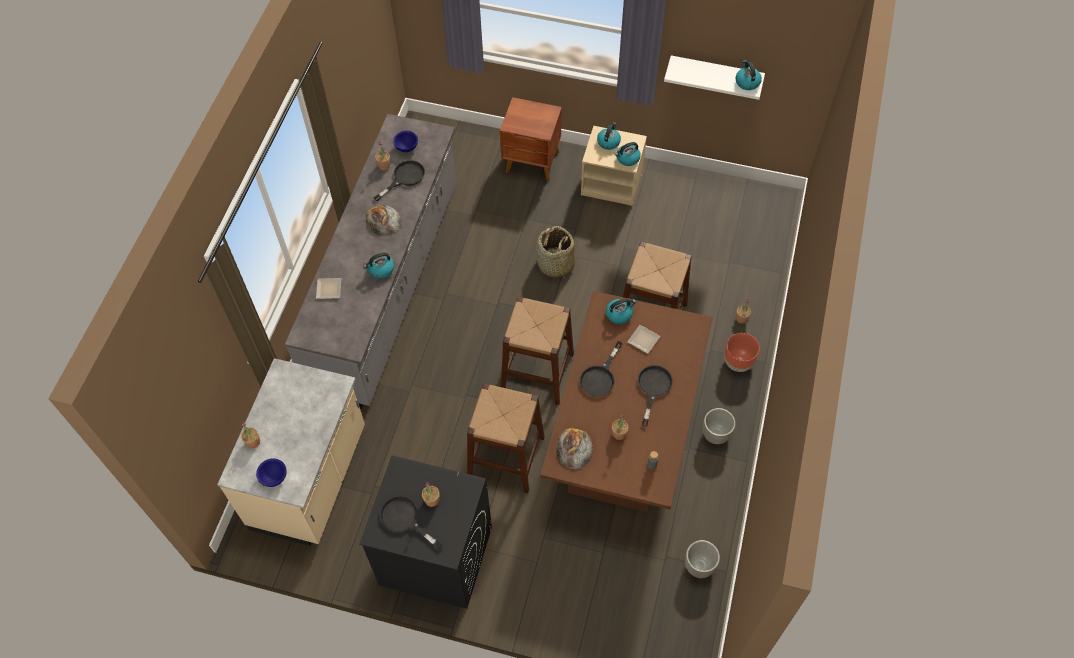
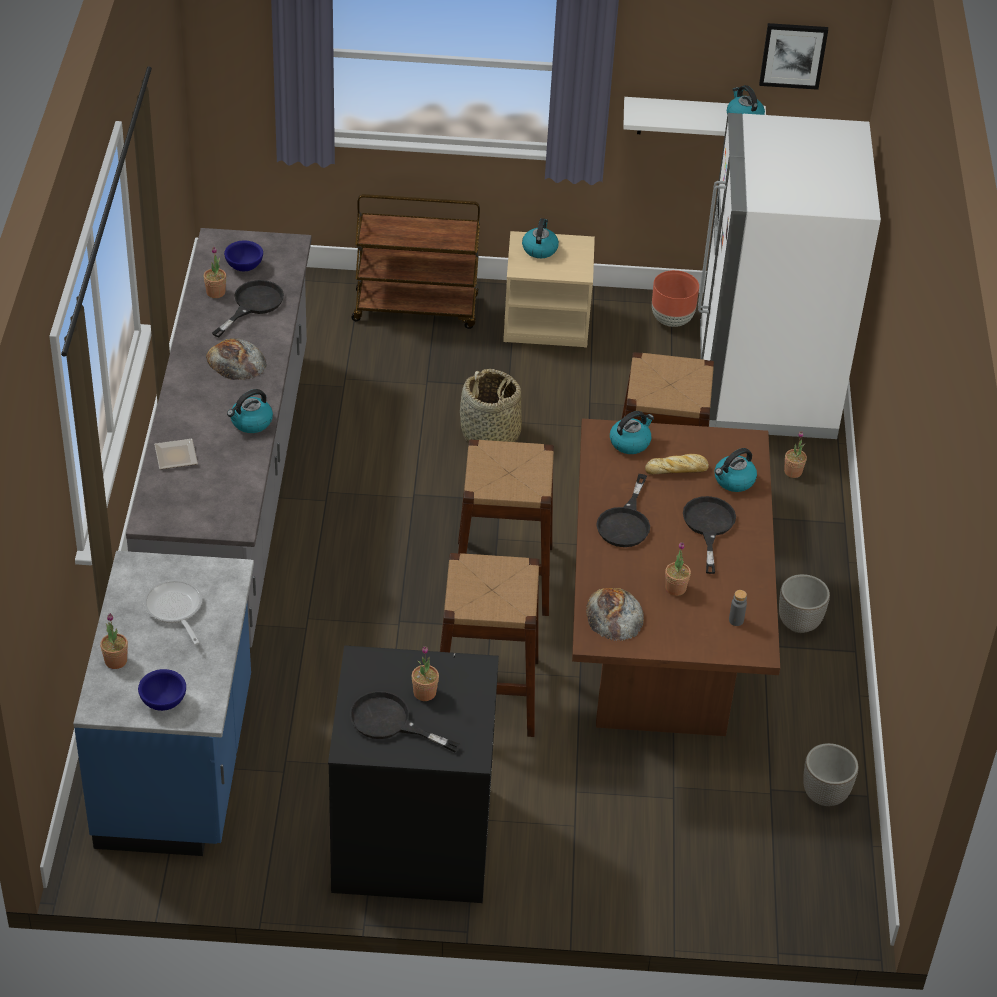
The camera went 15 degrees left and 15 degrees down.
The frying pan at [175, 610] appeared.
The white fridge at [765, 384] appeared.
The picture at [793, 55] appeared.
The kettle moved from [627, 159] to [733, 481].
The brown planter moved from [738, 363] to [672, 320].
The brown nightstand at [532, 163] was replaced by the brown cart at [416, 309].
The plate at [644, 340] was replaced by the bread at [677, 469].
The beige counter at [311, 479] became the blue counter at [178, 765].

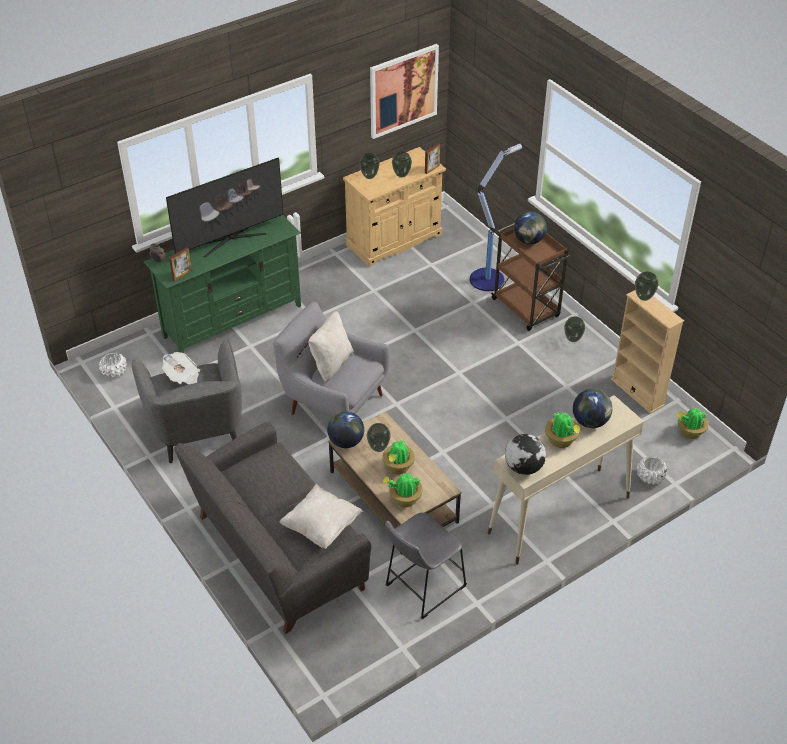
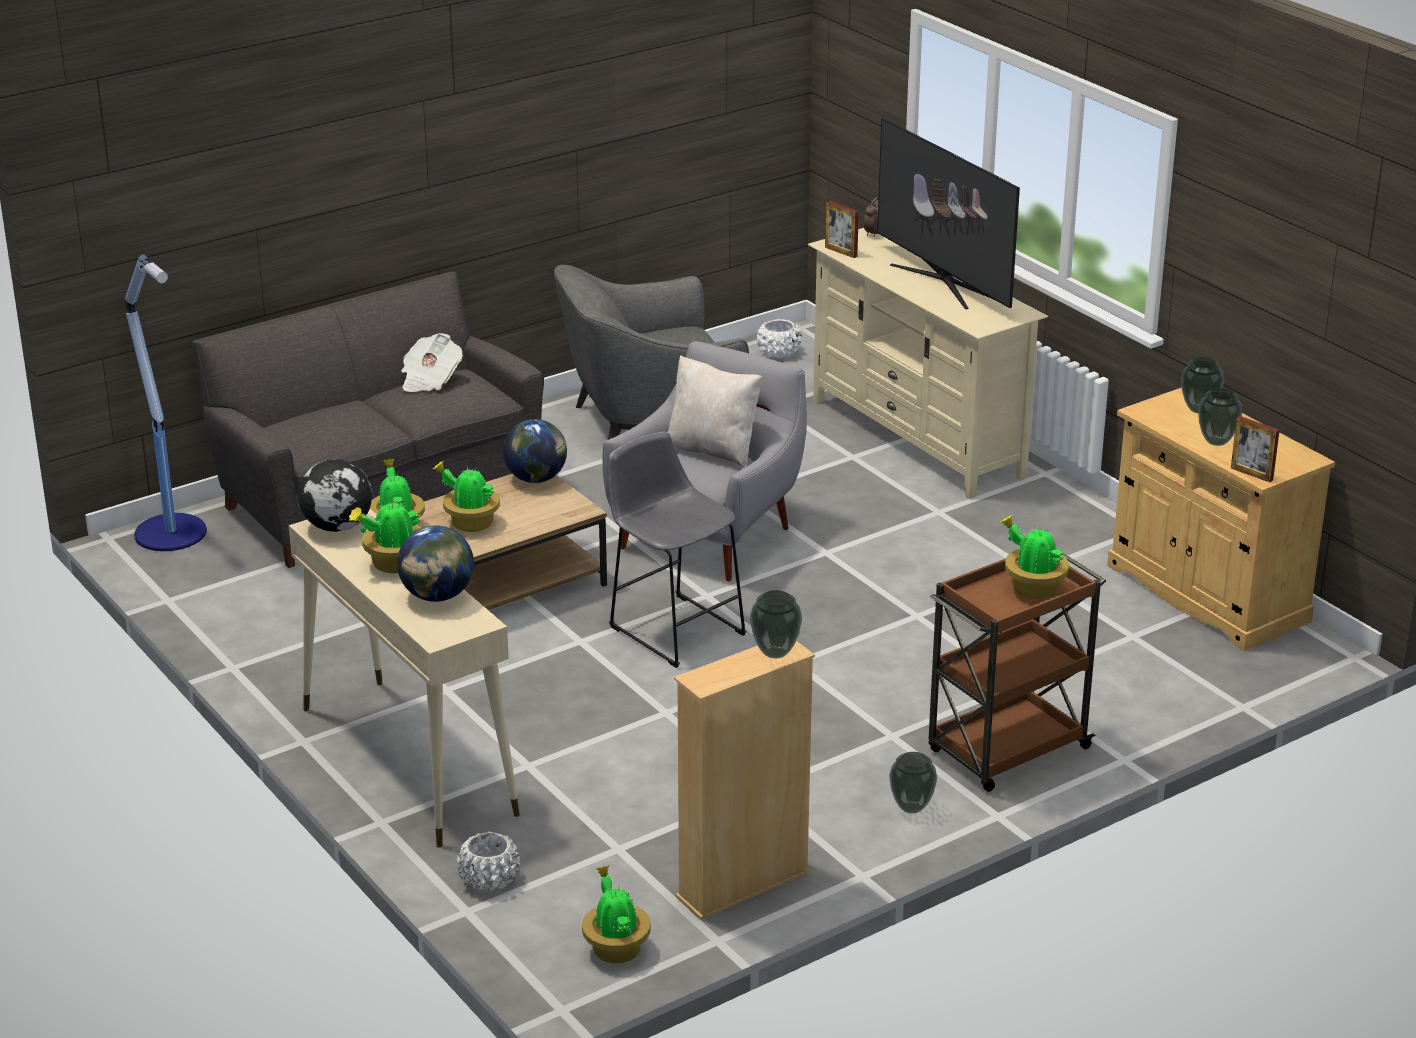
The camera went 90 degrees right and 15 degrees down.
The beige pillow at [321, 527] disappeared.
The vase at [378, 448] disappeared.
The picture at [403, 90] disappeared.
The newspaper moved from [182, 376] to [429, 380].
The grey stool moved from [422, 588] to [673, 627].
The floor lamp moved from [488, 279] to [172, 534].
The globe at [529, 240] was replaced by the potted plant at [1032, 588].
The green tv stand at [232, 320] became the beige tv stand at [918, 438].

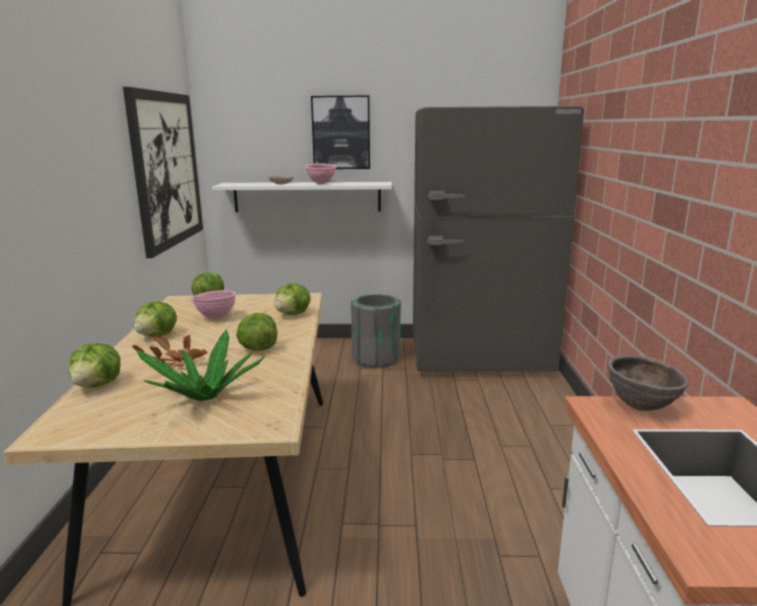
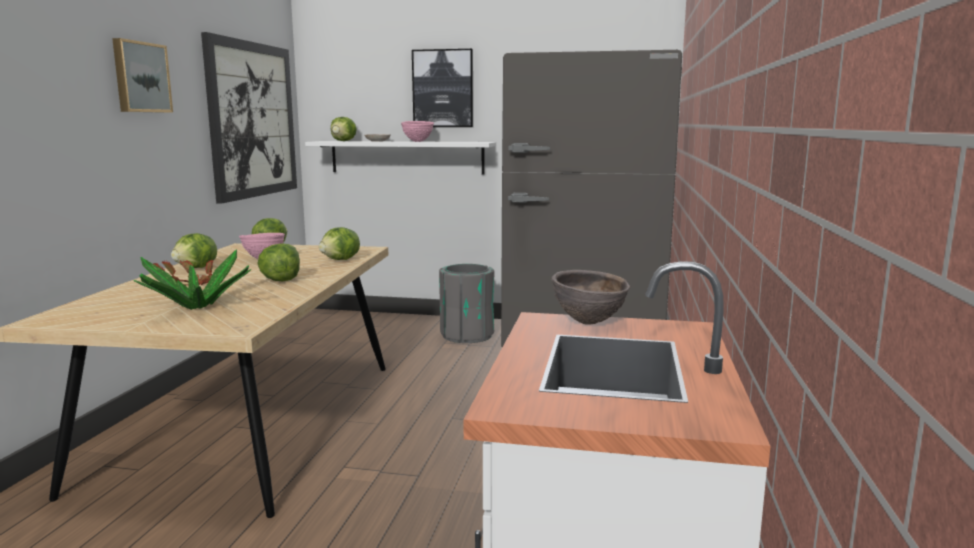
The camera went 10 degrees right and 5 degrees down.
The picture at [140, 77] appeared.
The lettuce moved from [98, 385] to [344, 141].

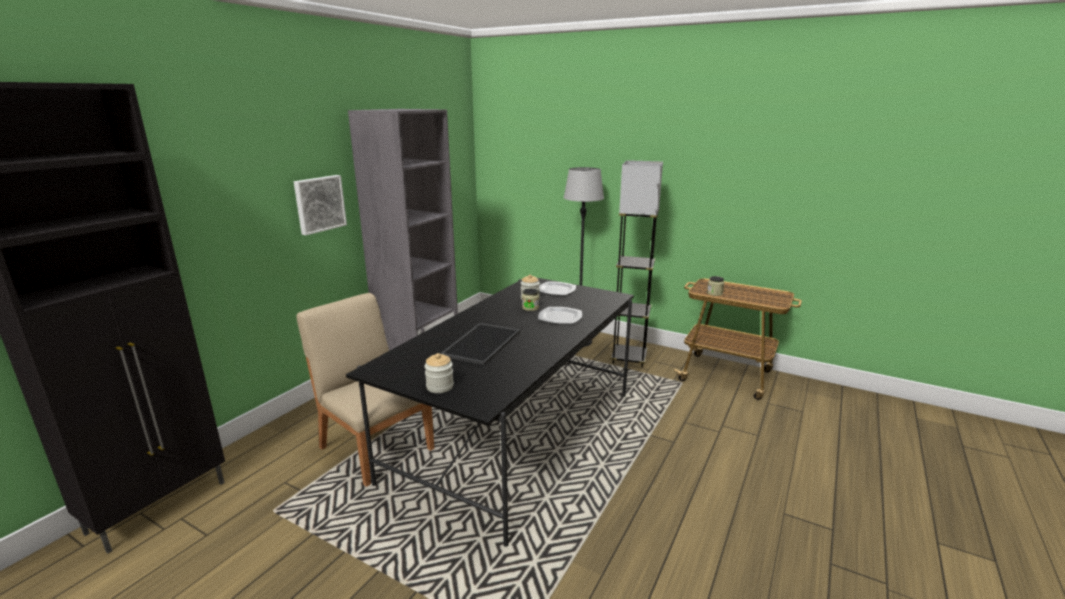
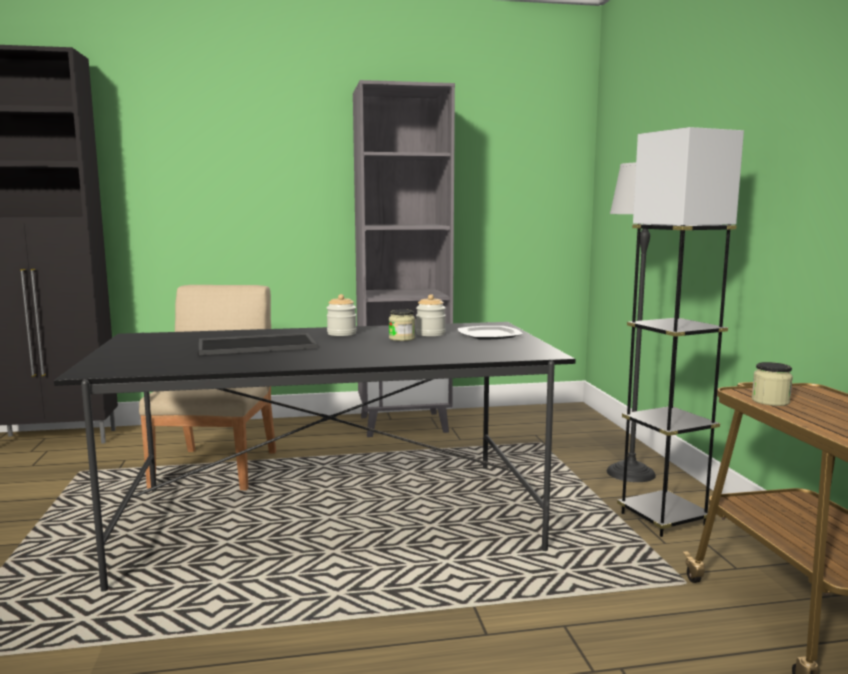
The camera went 50 degrees right and 10 degrees down.
The picture at [319, 204] disappeared.
The plate at [559, 317] disappeared.
The jar moved from [440, 387] to [341, 333].

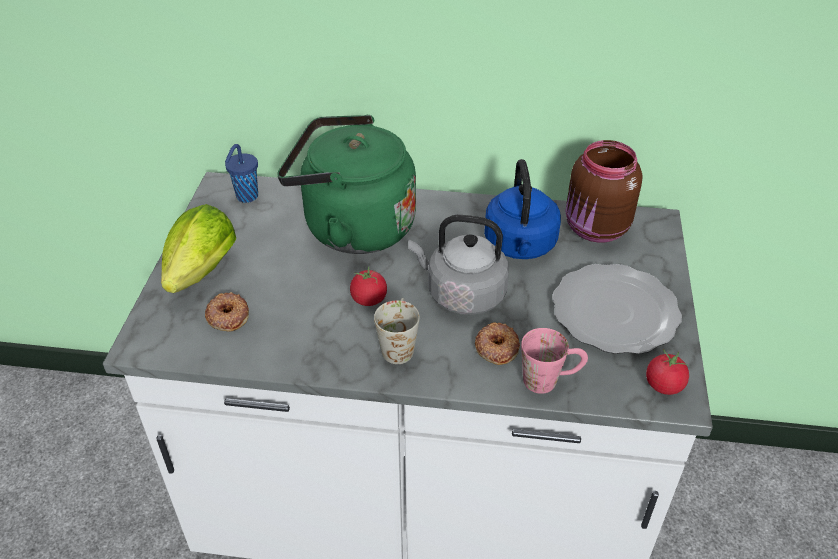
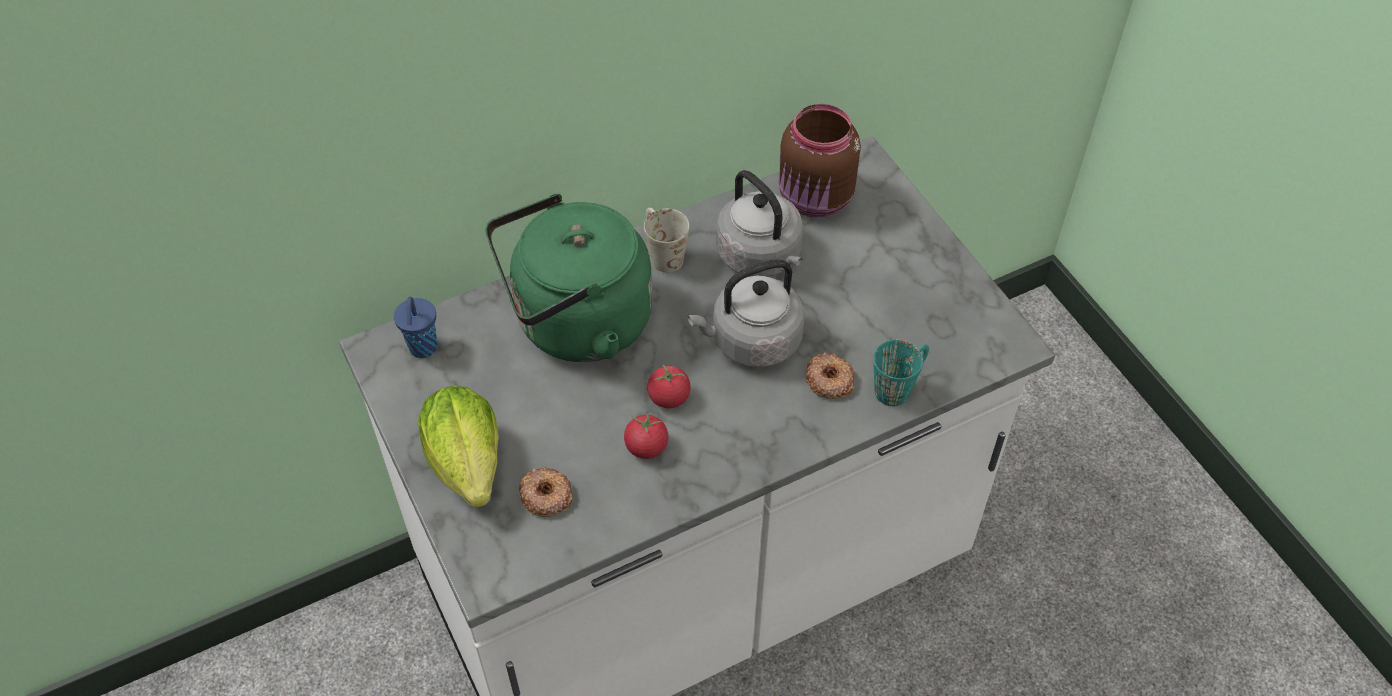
The camera went 35 degrees left and 10 degrees up.
The plate at [617, 312] disappeared.
The white mug moved from [398, 344] to [661, 253].
The tomato moved from [664, 385] to [646, 446].
The blue kettle at [520, 246] became the grey kettle at [761, 257].
The pink mug at [550, 379] became the turquoise mug at [899, 385].

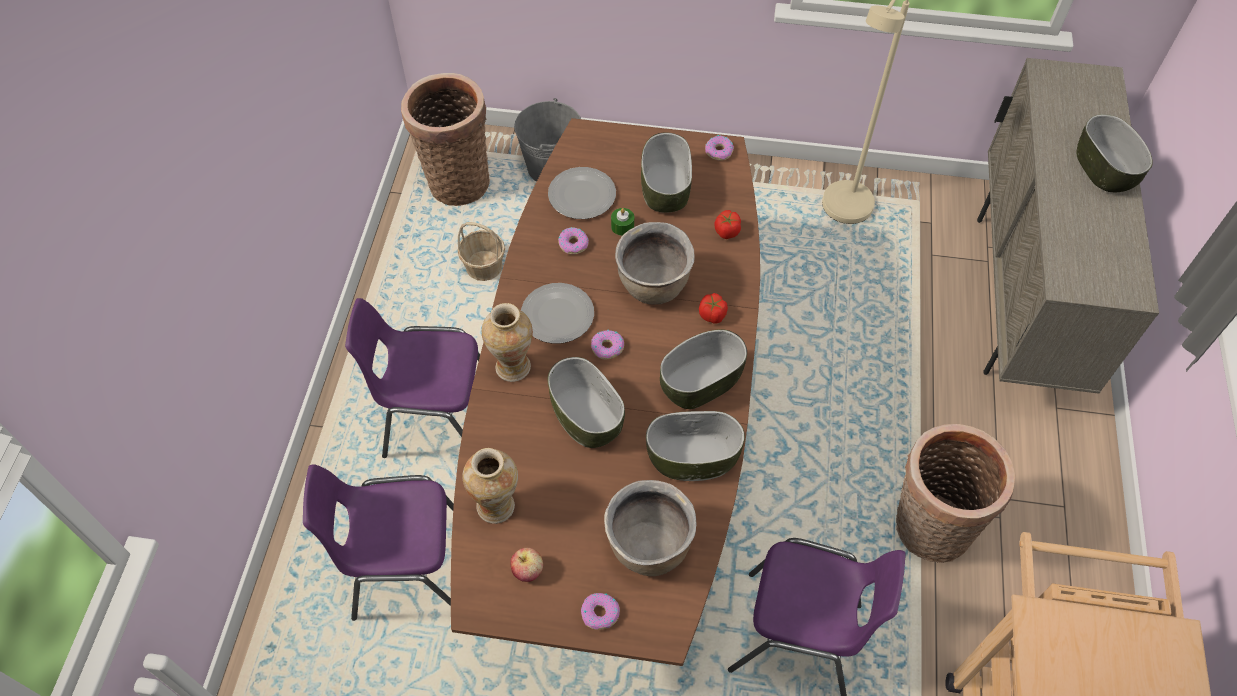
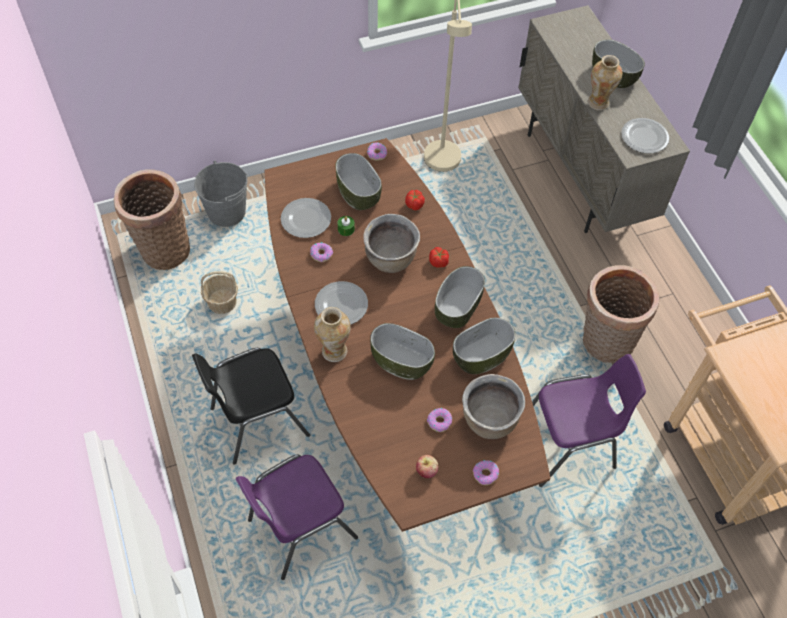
The camera went 30 degrees left and 0 degrees up.
The plate at [644, 138] appeared.
The vase moved from [497, 506] to [599, 103].
The donut moved from [607, 347] to [439, 421].
The purple chair at [438, 420] became the black chair at [256, 421].

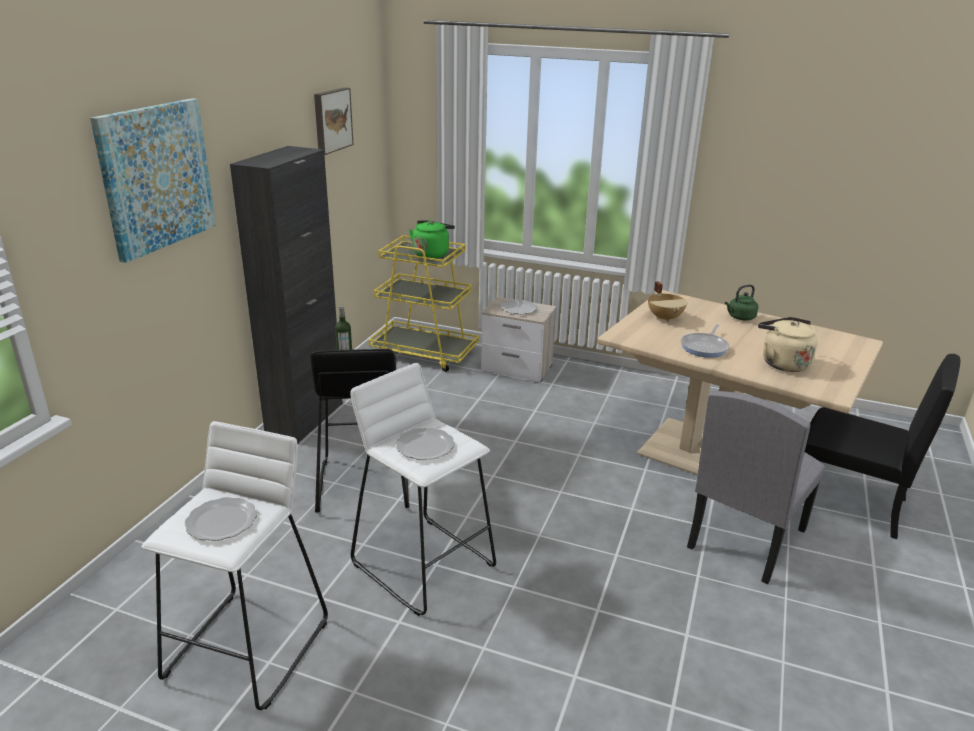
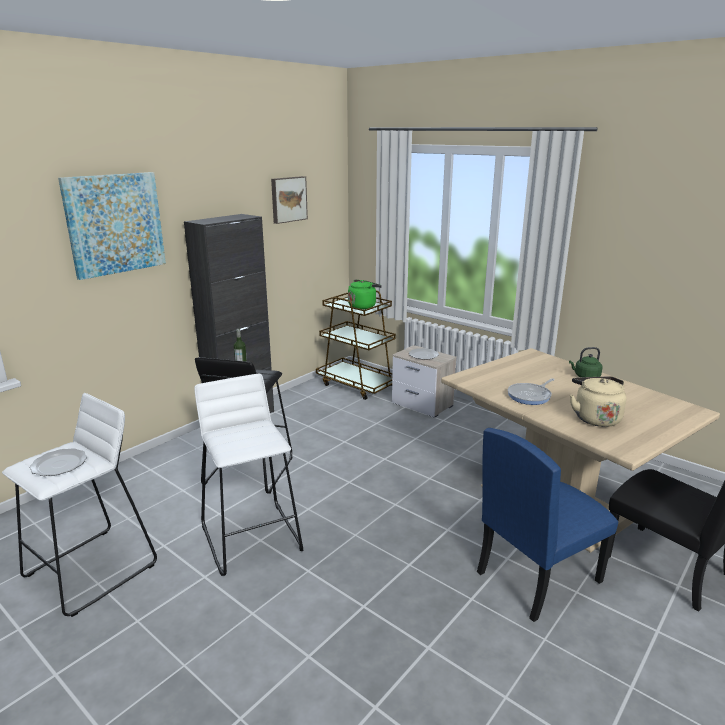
The camera went 20 degrees right and 5 degrees down.
The plate at [425, 447] disappeared.
The beige cooking pot at [665, 318] disappeared.
The yellow cart at [424, 354] became the brown cart at [357, 385].
The grey chair at [745, 538] became the blue chair at [537, 576].

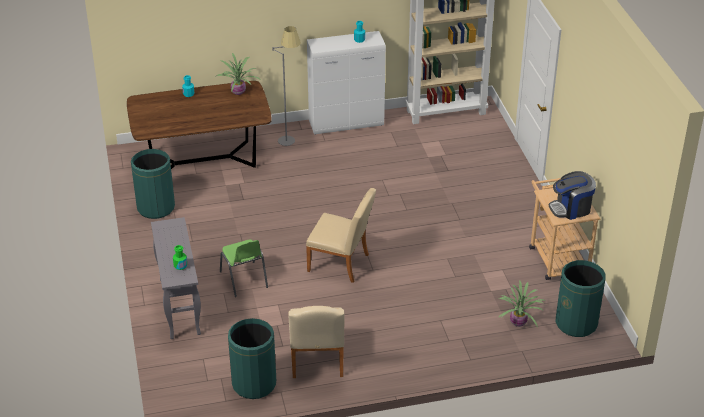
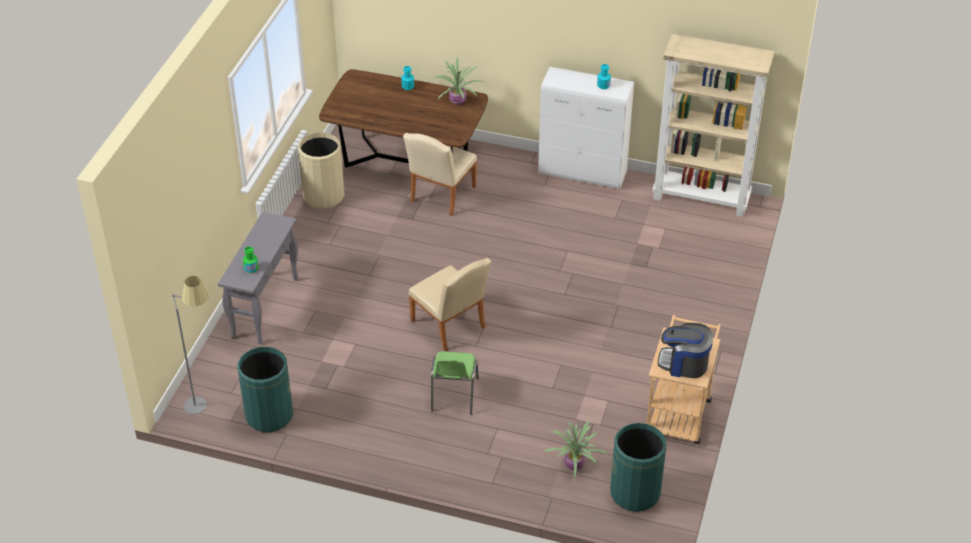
The camera went 30 degrees right and 5 degrees up.
The green chair moved from [244, 280] to [453, 395].
The grey floor lamp moved from [289, 136] to [204, 401].
The beige chair moved from [317, 362] to [440, 196].
The green trash can at [156, 207] became the beige trash can at [323, 196].

